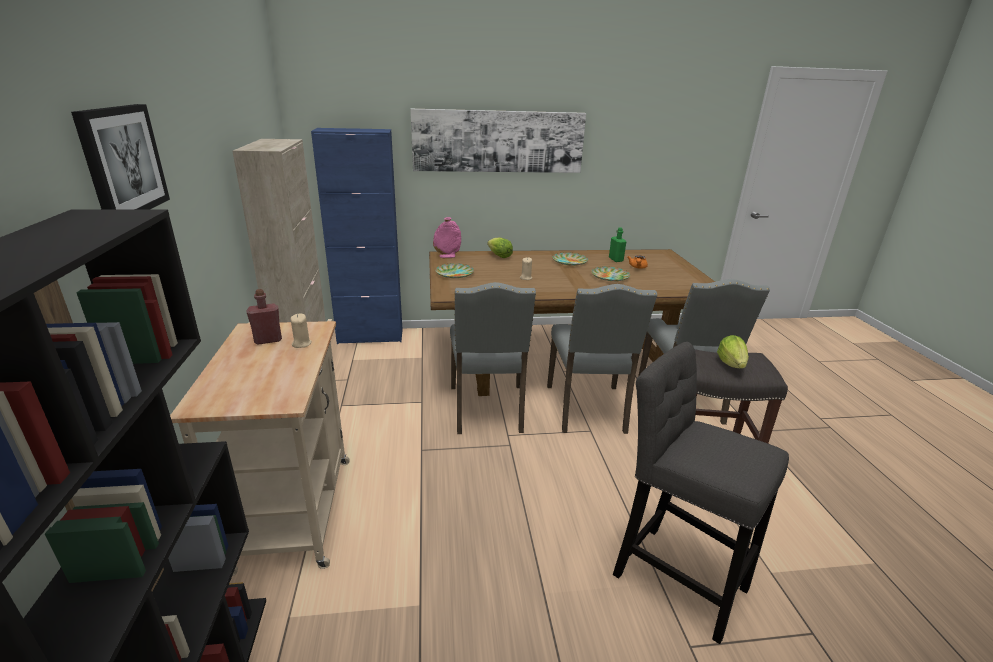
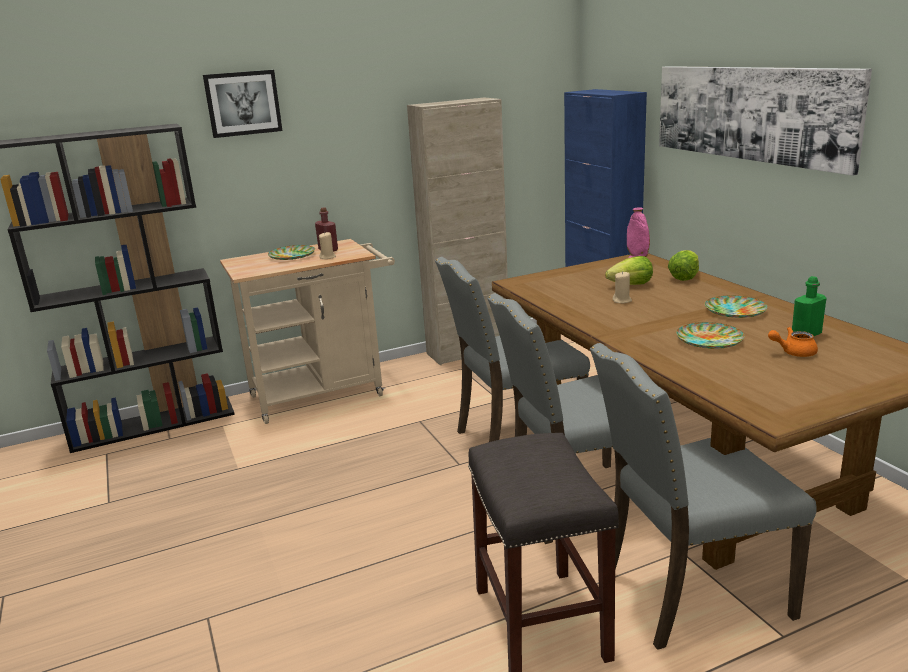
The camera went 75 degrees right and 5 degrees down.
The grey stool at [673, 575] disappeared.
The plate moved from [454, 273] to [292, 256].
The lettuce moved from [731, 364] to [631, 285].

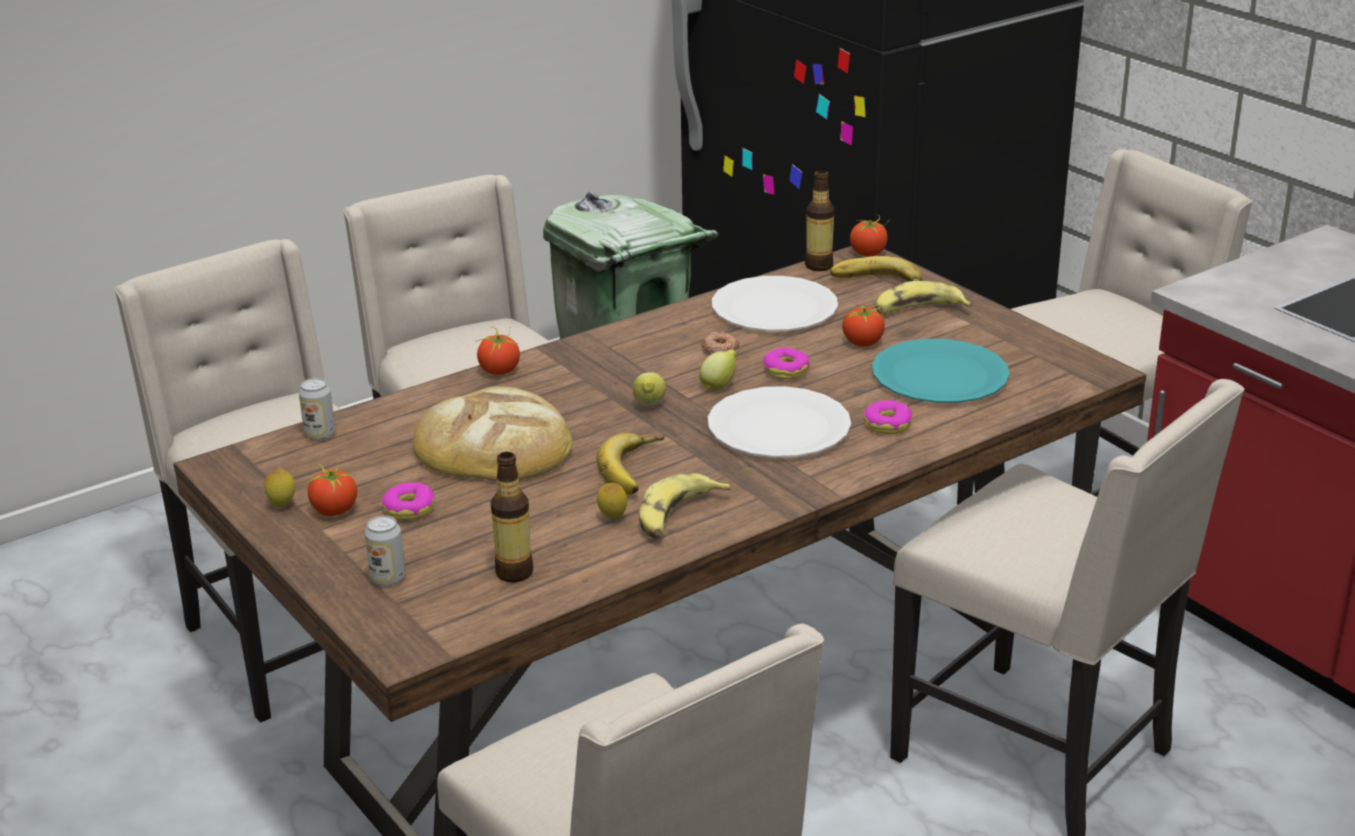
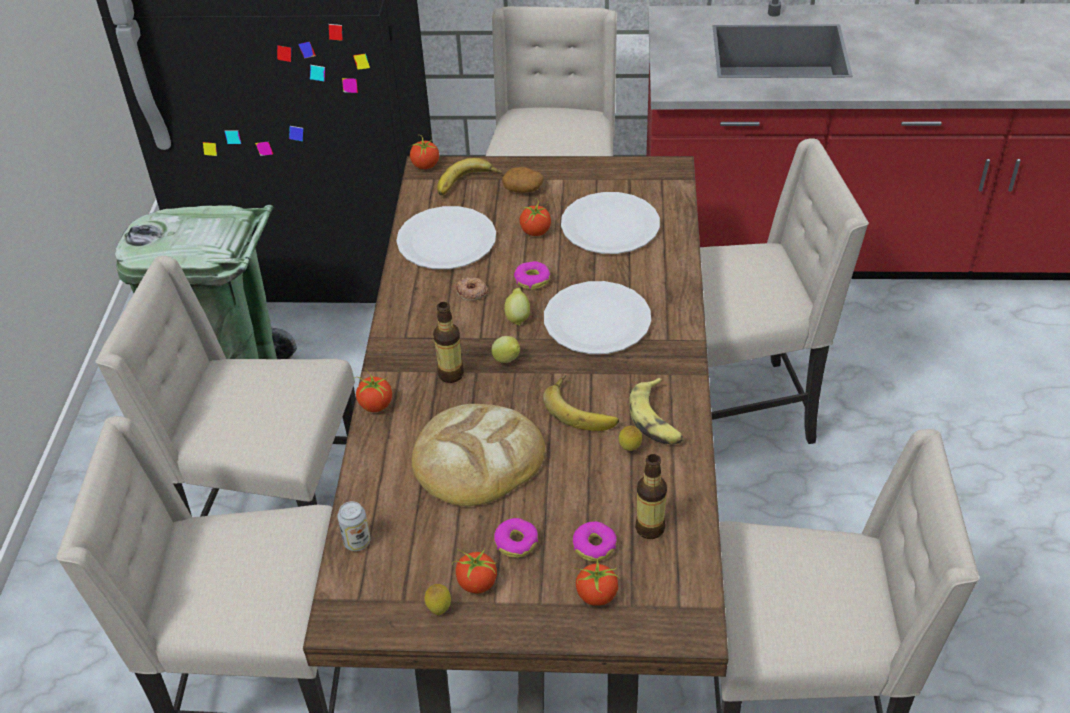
The camera went 50 degrees left and 15 degrees up.
The bottle moved from [818, 266] to [451, 374].
The donut moved from [887, 425] to [594, 546].
The can at [388, 578] was replaced by the tomato at [596, 596].
The banana at [918, 311] was replaced by the potato at [523, 189].
The turquoise plate at [939, 376] became the white plate at [610, 226].

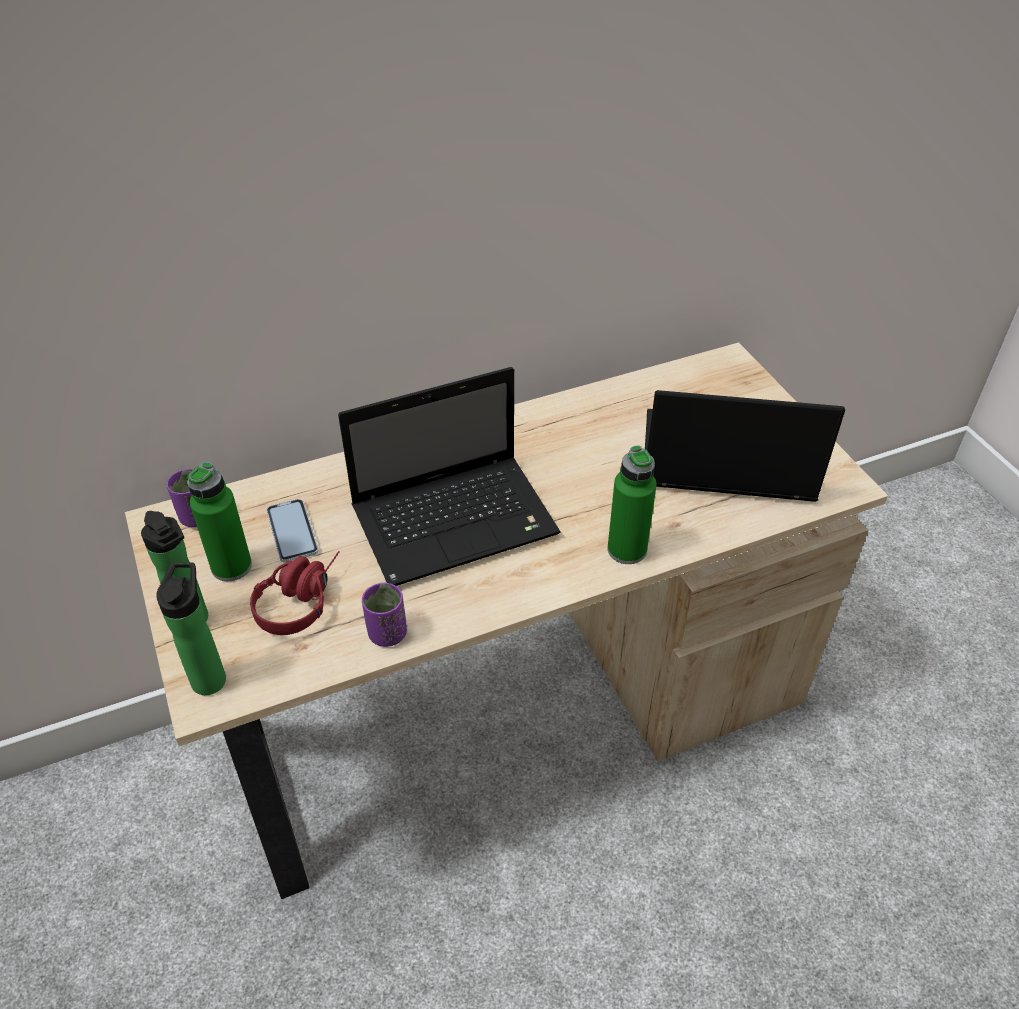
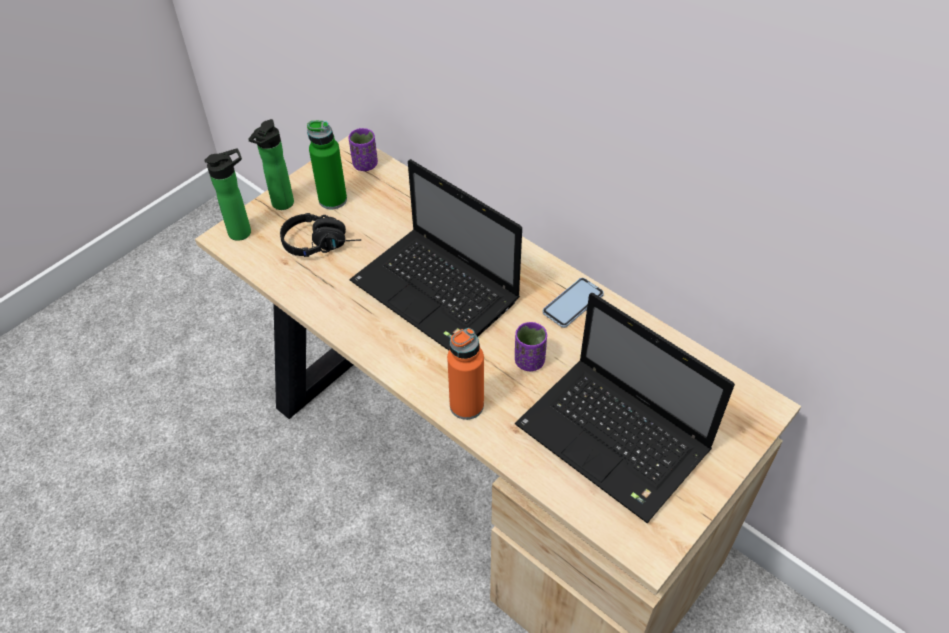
The camera went 65 degrees right and 5 degrees up.
The phone moved from [292, 532] to [573, 303].
The purple cup moved from [387, 633] to [529, 361].
The red headphones at [300, 598] became the black headphones at [323, 243].
The green bottle at [627, 550] became the orange bottle at [466, 405].
The laptop at [723, 460] turned 150 degrees clockwise.

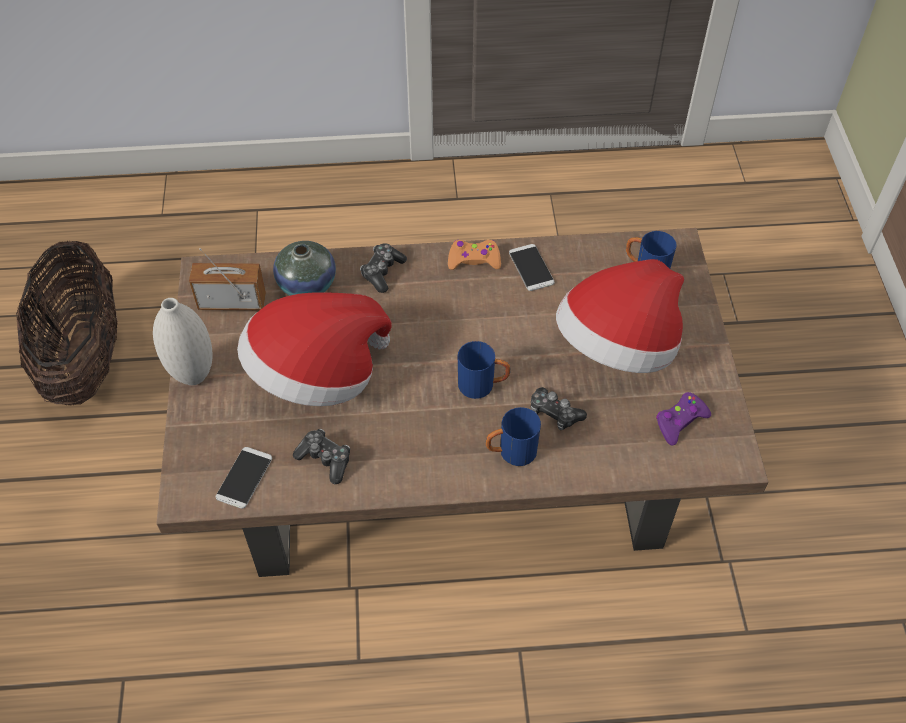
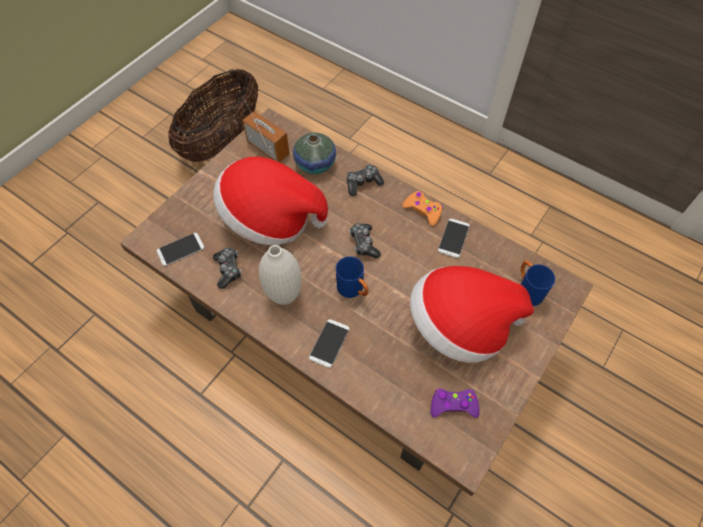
The camera went 40 degrees right and 5 degrees up.
The white vase moved from [193, 375] to [284, 296].
The game controller moved from [554, 413] to [364, 244].
The blue mug at [511, 453] was replaced by the phone at [329, 343].

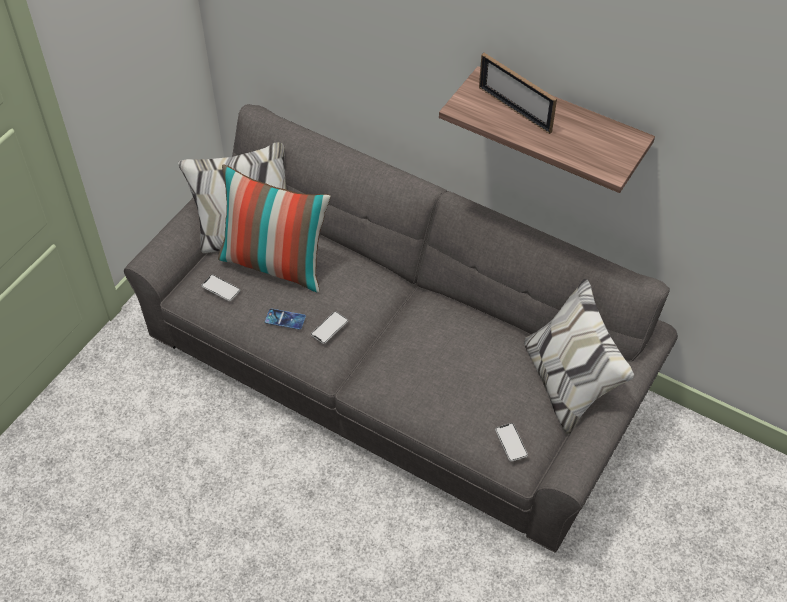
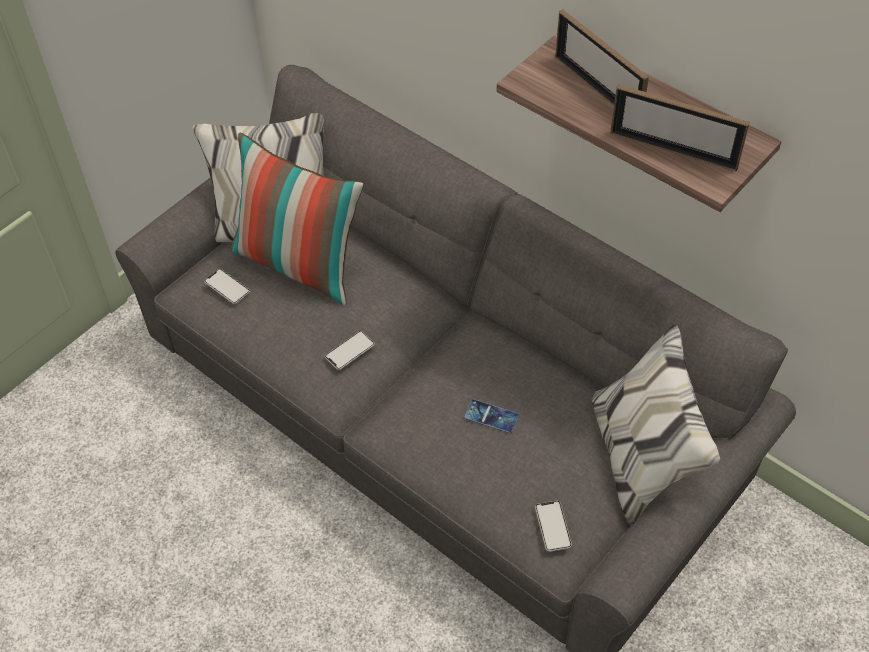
The camera went 10 degrees right and 0 degrees up.
The picture frame at [673, 150] appeared.
The phone moved from [285, 319] to [491, 416].

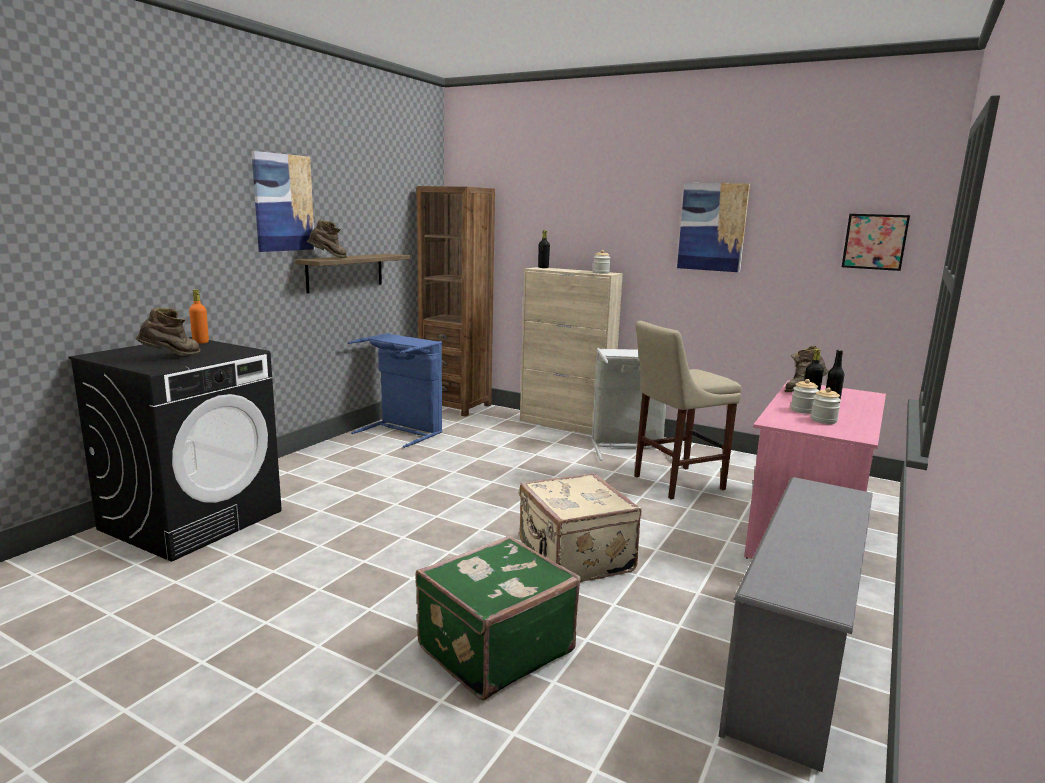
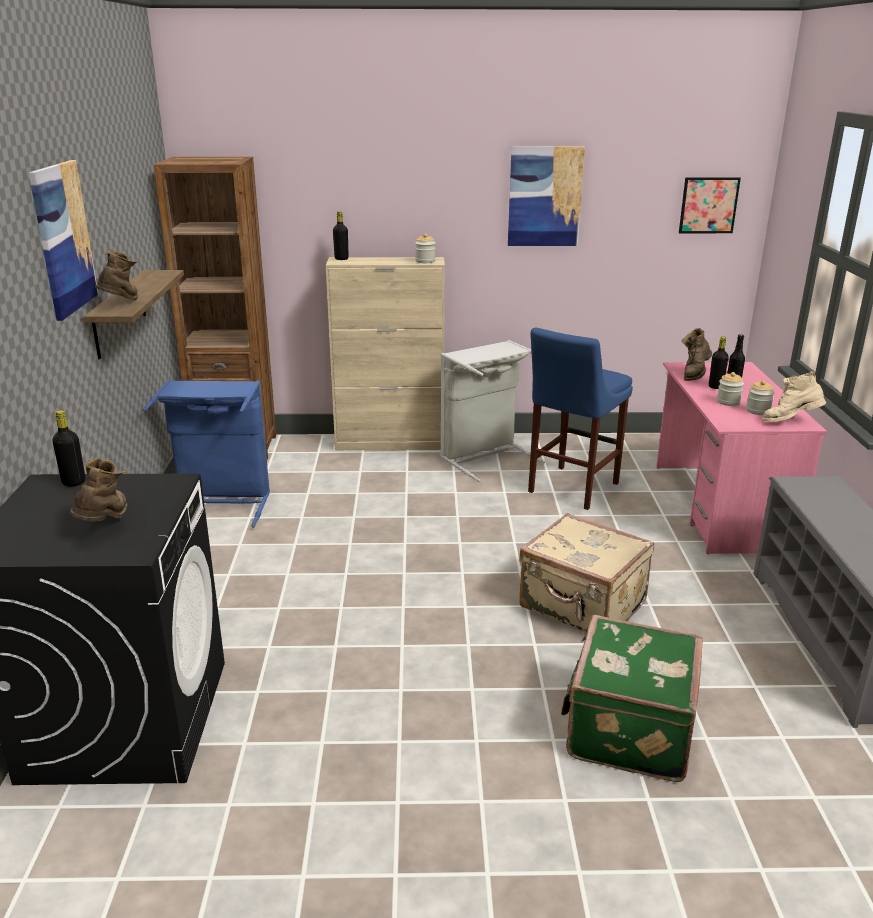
The camera went 30 degrees left and 10 degrees up.
The beige boot at [790, 422] appeared.
The orange bottle at [200, 342] became the black bottle at [74, 482].
The beige stool at [674, 483] became the blue stool at [570, 489].

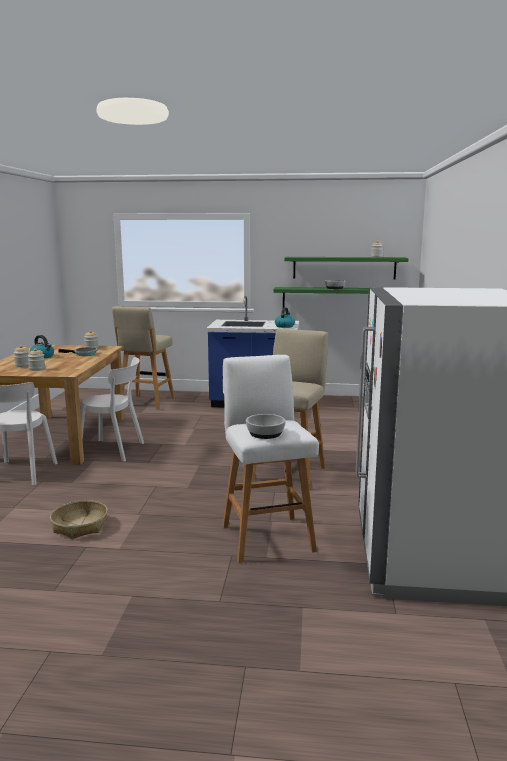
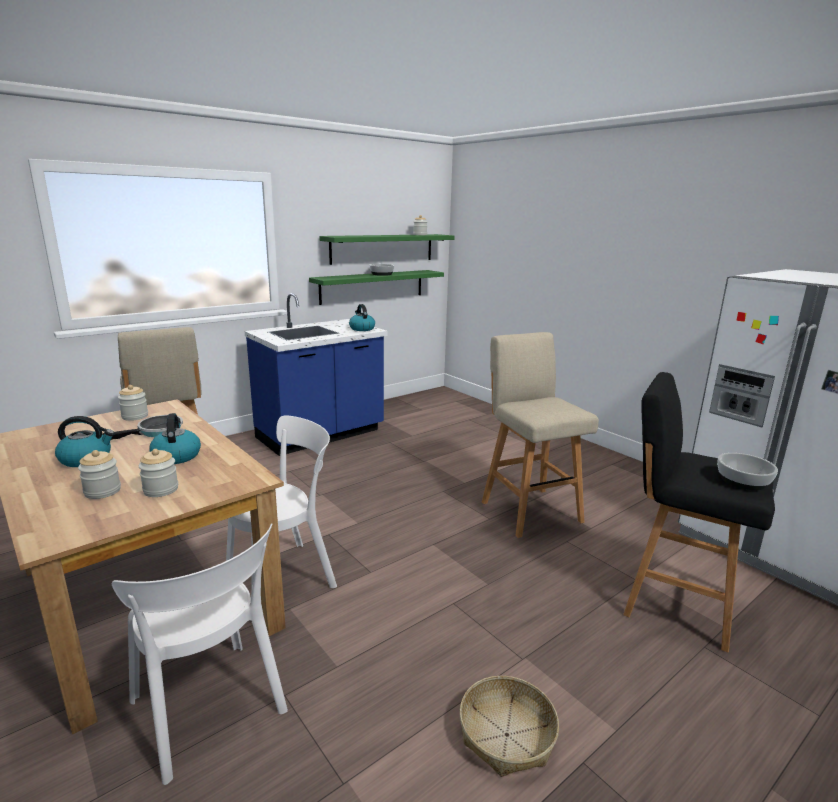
The camera went 45 degrees left and 5 degrees up.
The kettle at [176, 456] appeared.
The white stool at [266, 536] became the black stool at [674, 601].

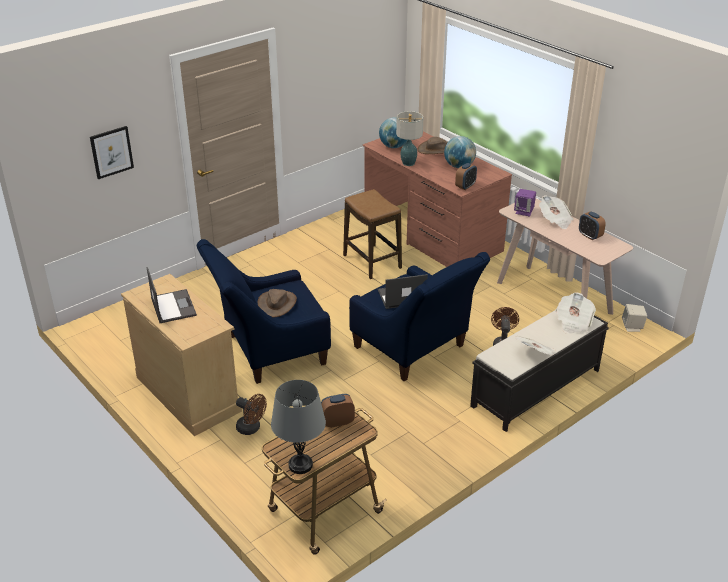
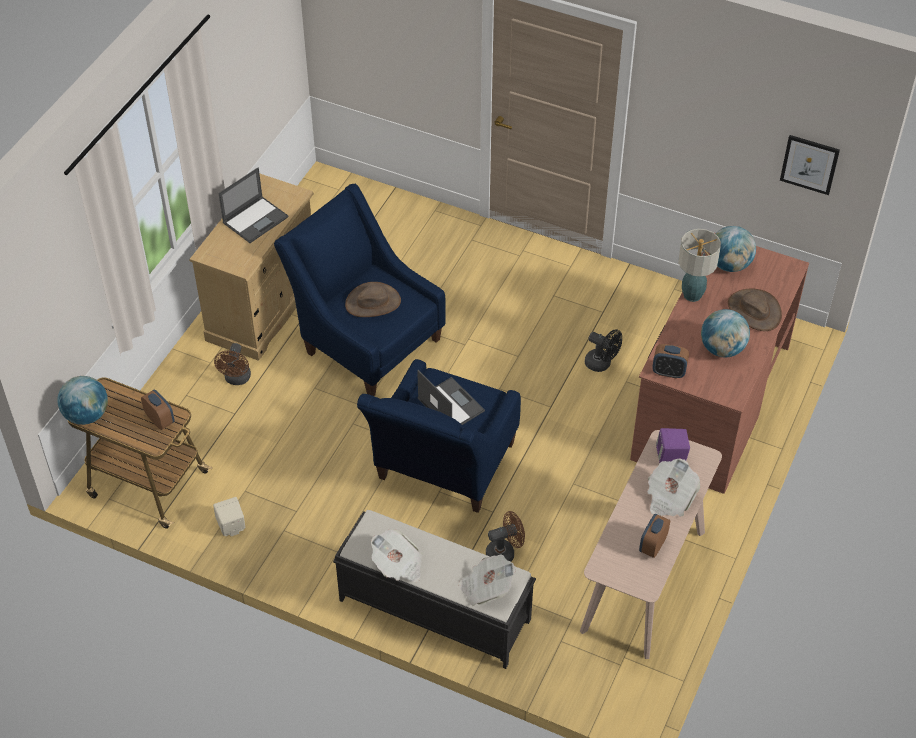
The camera went 65 degrees right and 15 degrees up.
The picture moved from [111, 152] to [809, 164].
The beige speaker moved from [632, 327] to [231, 527].
The grey table lamp at [300, 465] was replaced by the globe at [87, 415].
The stool at [372, 262] was replaced by the black fan at [602, 364].

